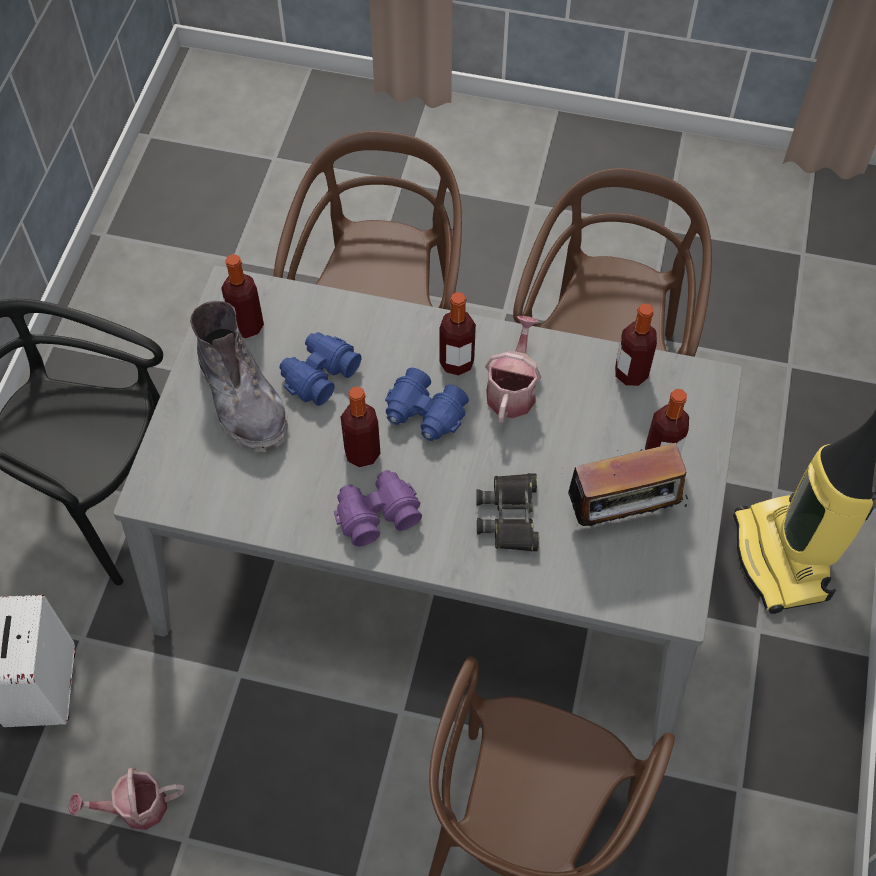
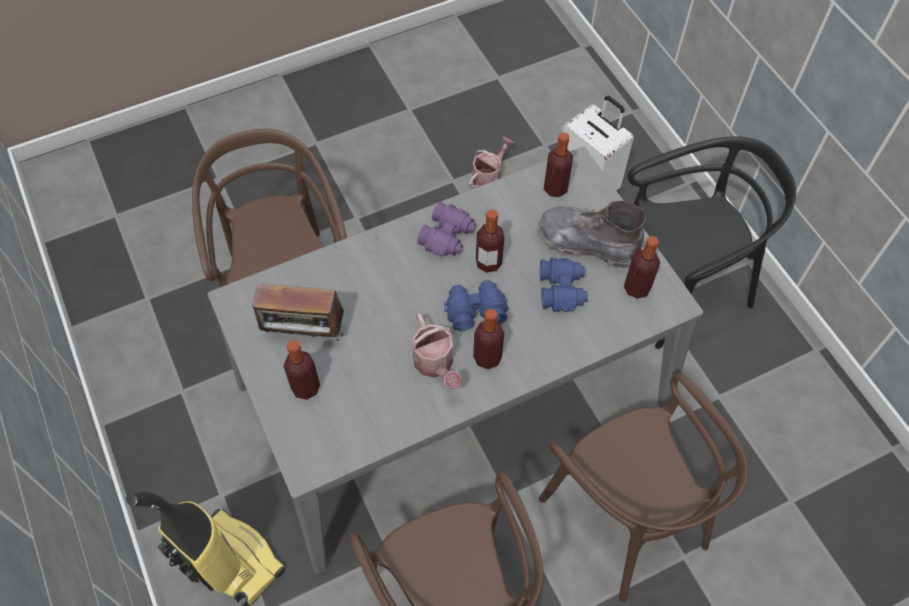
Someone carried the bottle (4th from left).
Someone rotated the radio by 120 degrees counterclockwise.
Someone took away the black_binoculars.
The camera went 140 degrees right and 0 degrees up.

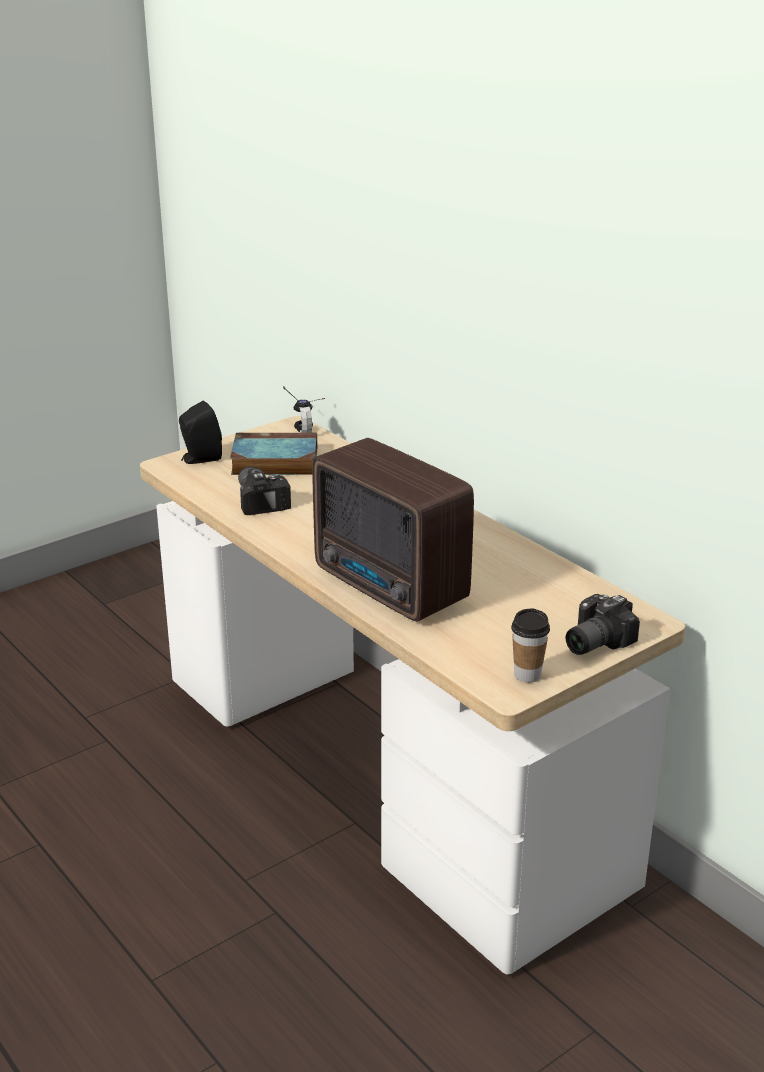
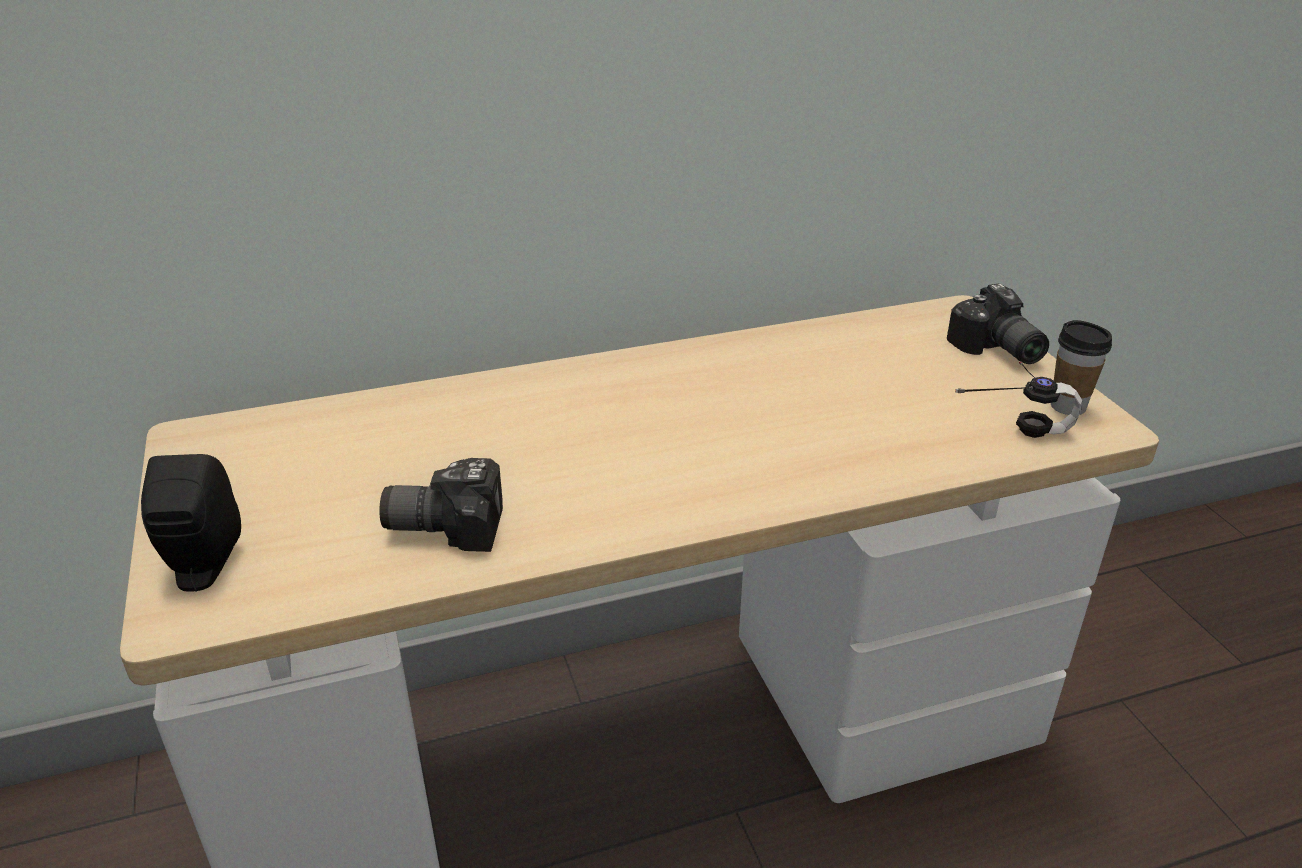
Someone carried the headphones.
Someone took away the book.
Someone took away the radio.
The camera went 70 degrees left and 5 degrees up.

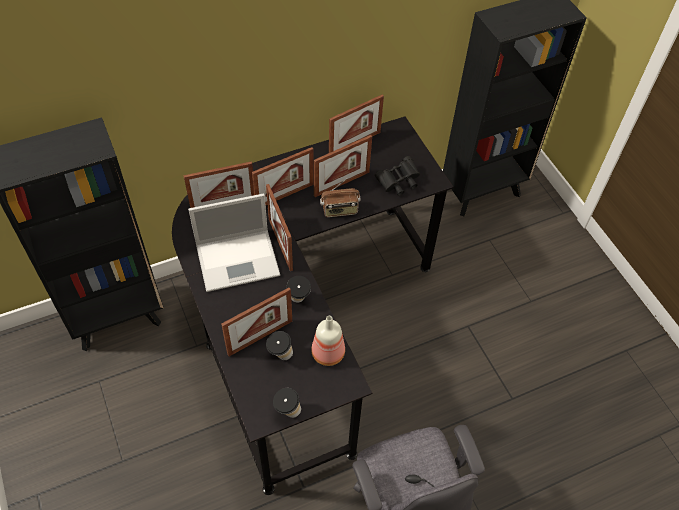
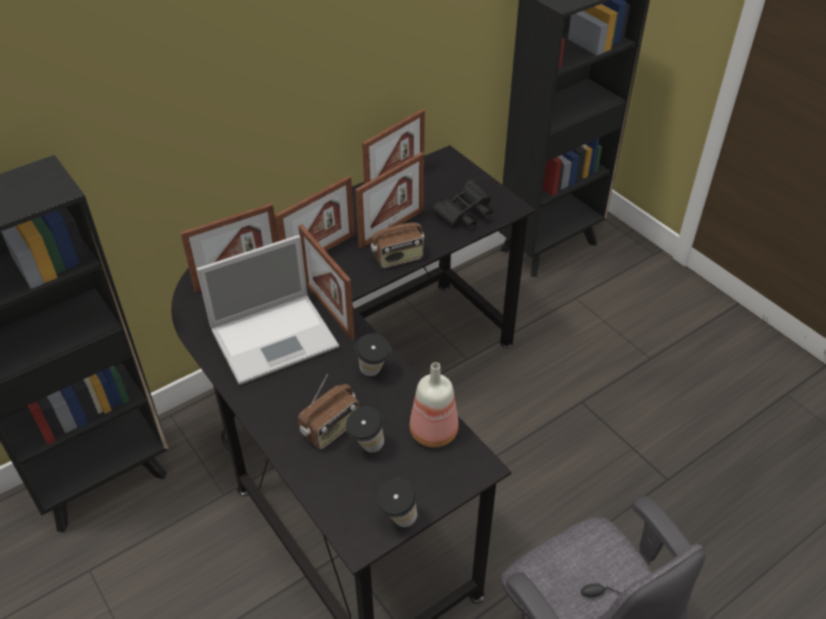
Someone swapped the picture_frame (2nd from left) for the radio (1st from left).
The camera went 10 degrees left and 10 degrees down.

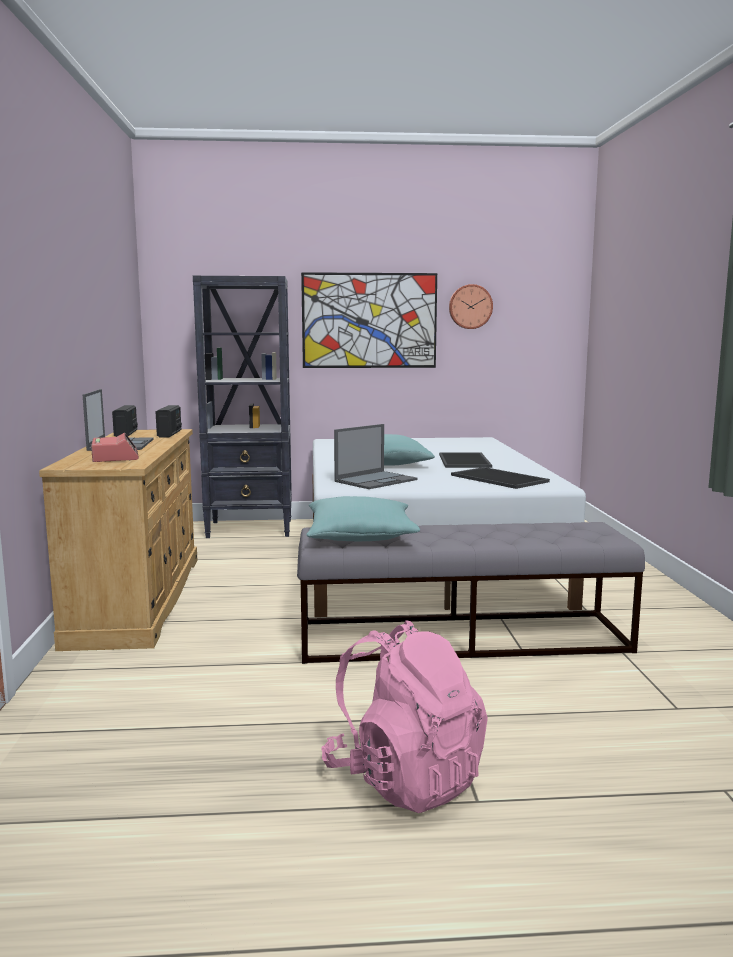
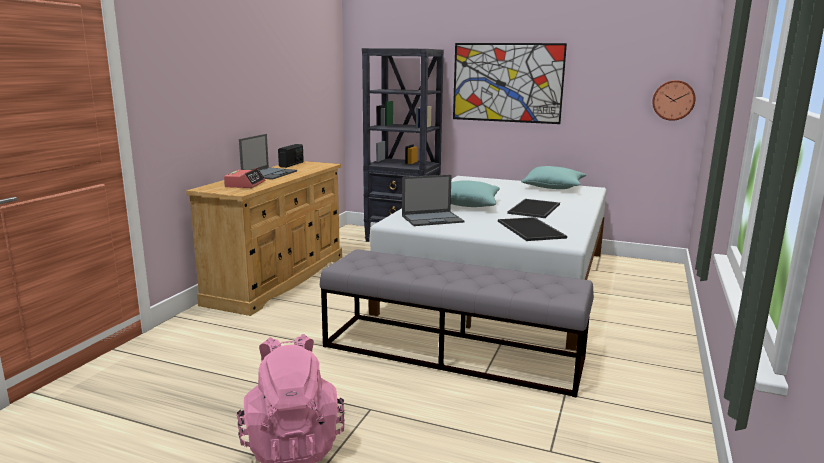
Someone carried the wall_clock.
Someone took away the radio (2nd from left).
Someone carried the turquoise_pillow (1st from left in the first image).
The camera went 25 degrees right and 5 degrees up.

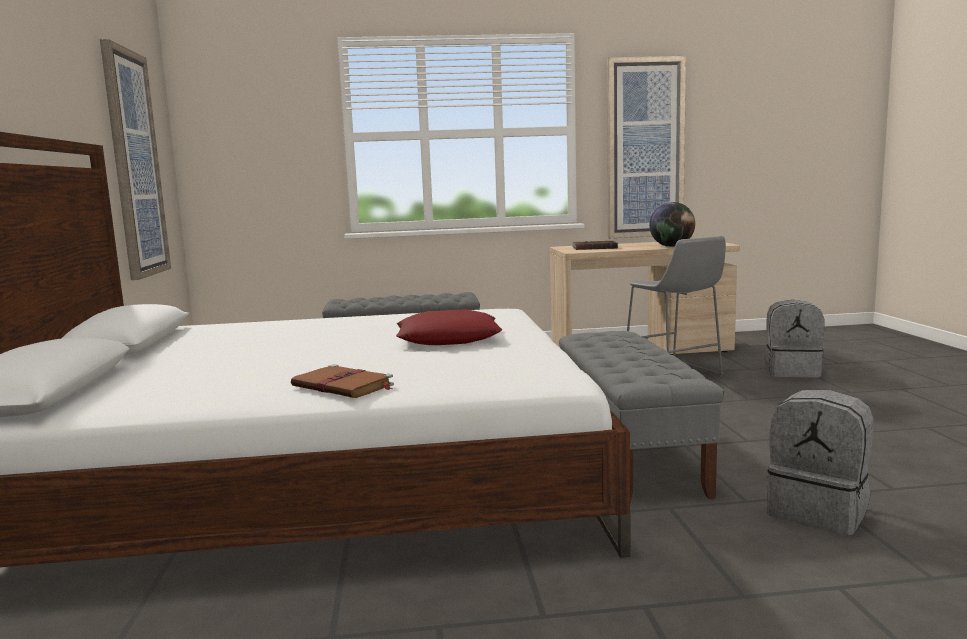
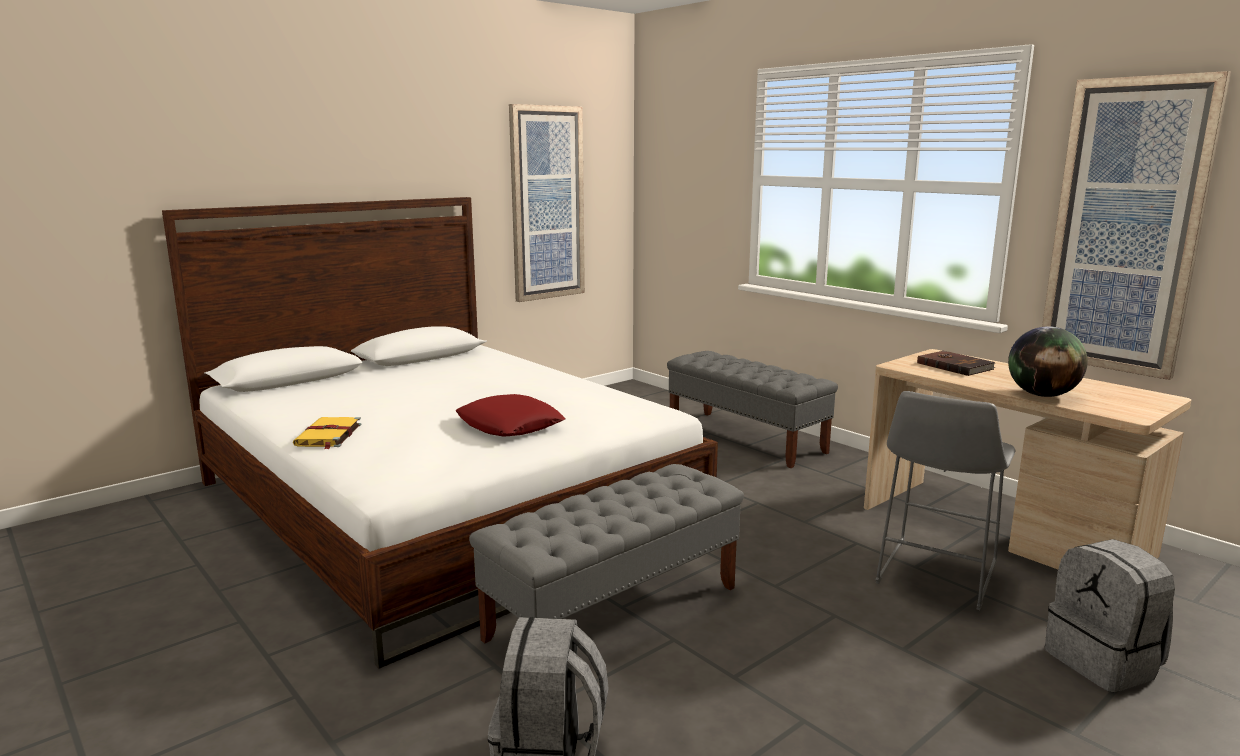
Someone repainted the brown_book (1st from left), which became the yellow_book.
The camera went 55 degrees right and 5 degrees up.

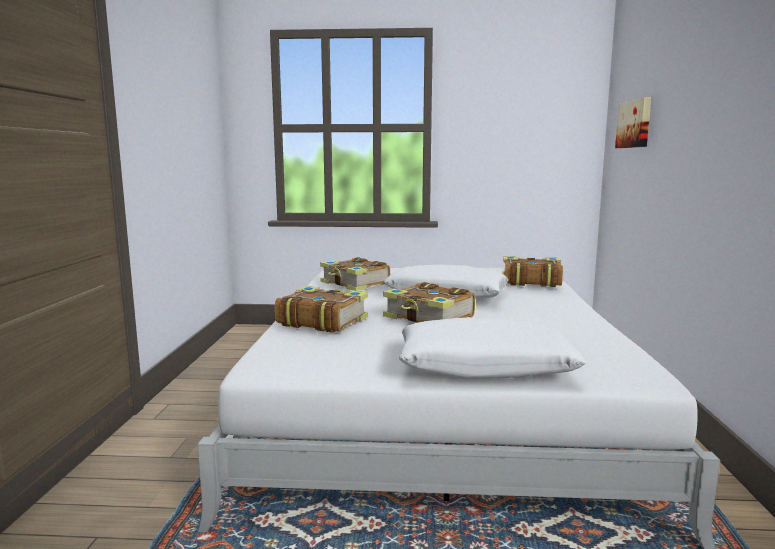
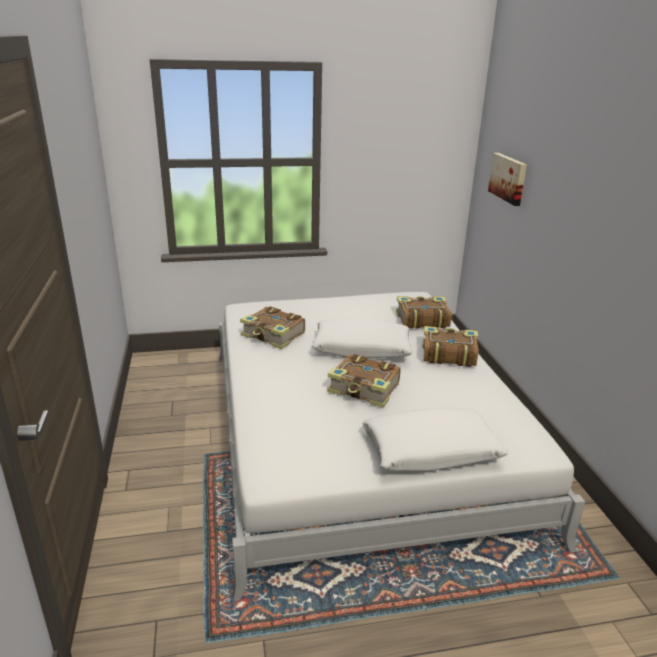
Someone carried the book (1st from left in the first image).
The camera went 15 degrees left and 15 degrees up.

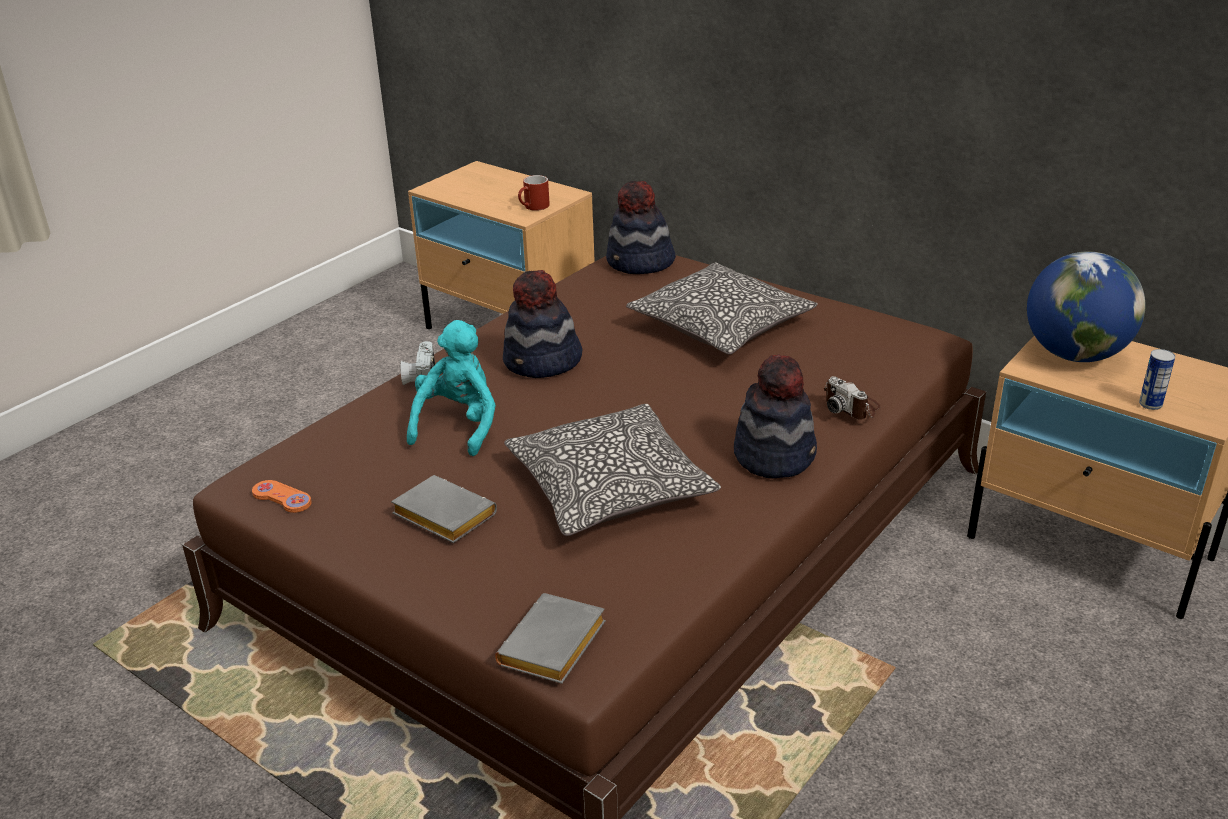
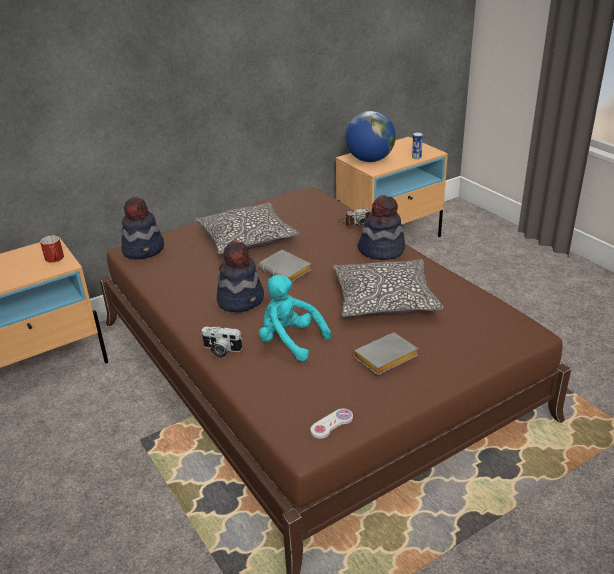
Someone repainted the orange_game_controller, which became the white_game_controller.
Someone carried the grey_book (2nd from left in the first image).
The camera went 70 degrees left and 0 degrees up.

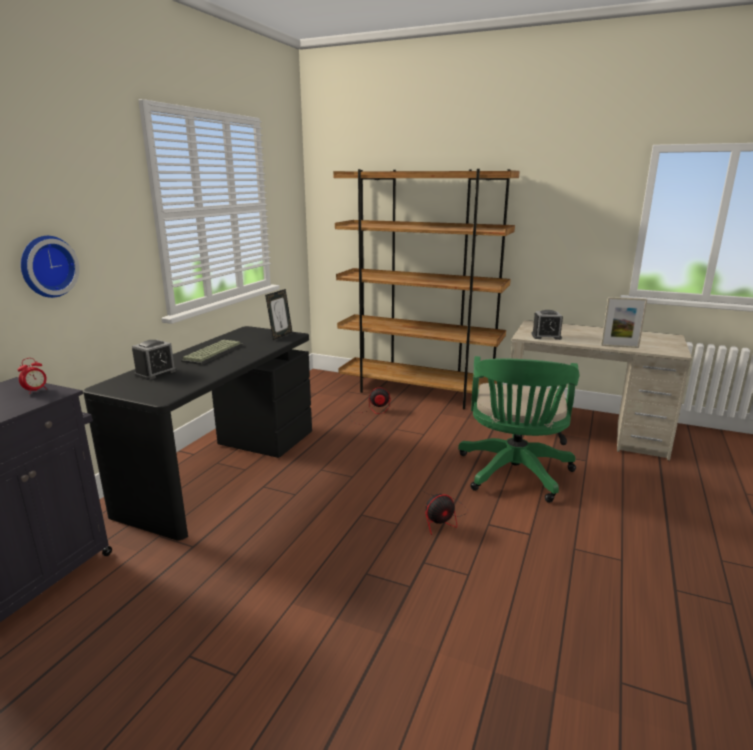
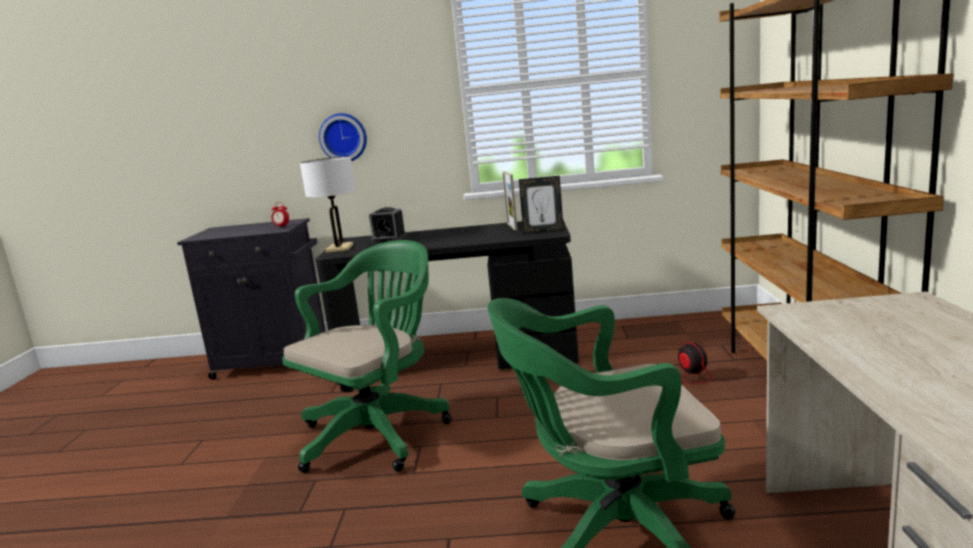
Someone carried the picture_frame (2nd from left in the first image).
Someone took away the alarm_clock (3rd from left).
Someone took away the keyboard.
Someone took away the fan (2nd from left).
Someone put down the white_table_lamp.
Someone put down the green_office_chair (1st from left).
The camera went 70 degrees right and 5 degrees down.

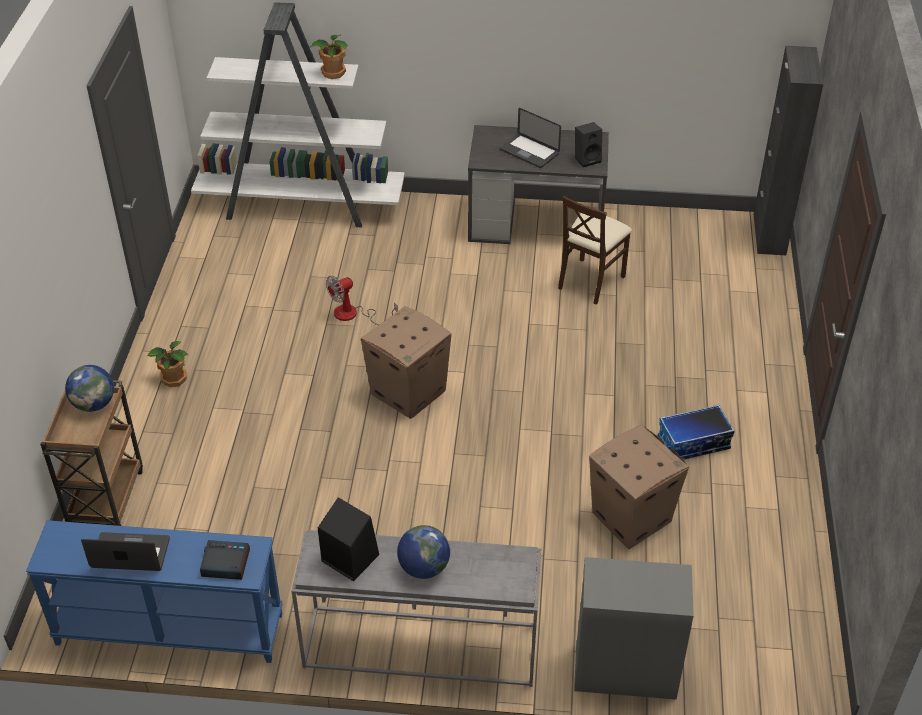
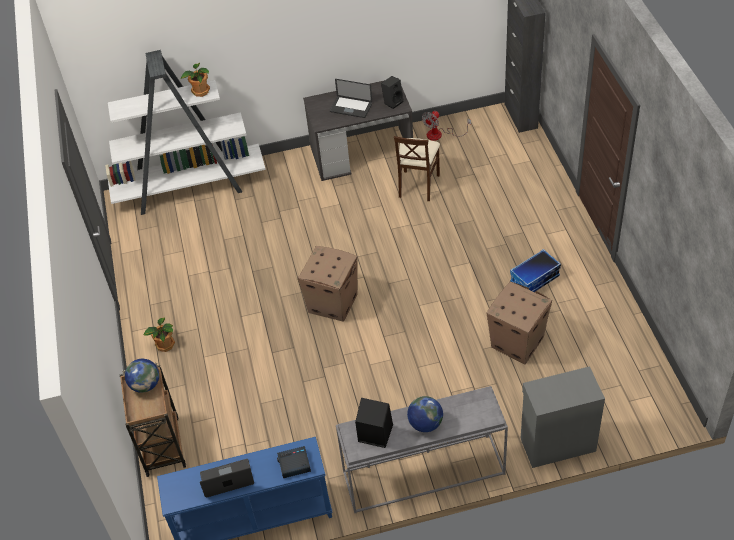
Someone carried the fan.
The camera went 15 degrees left and 5 degrees up.

